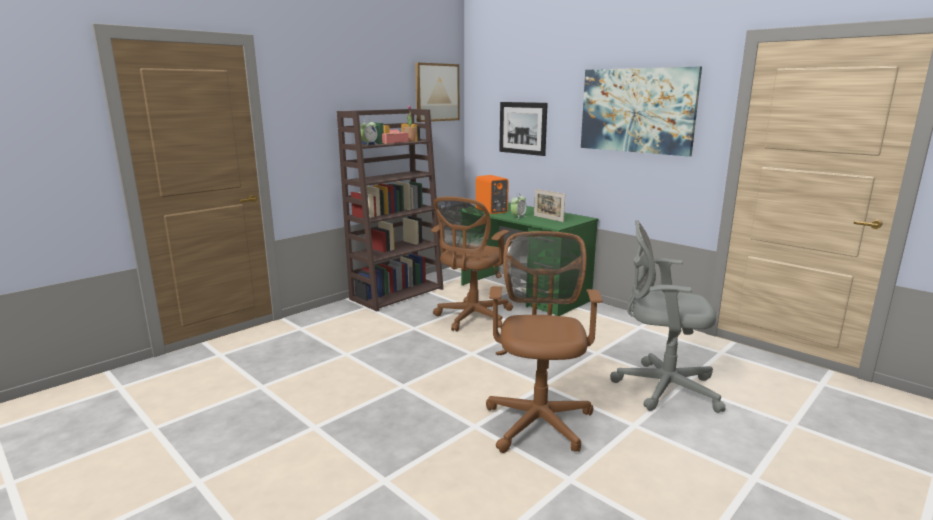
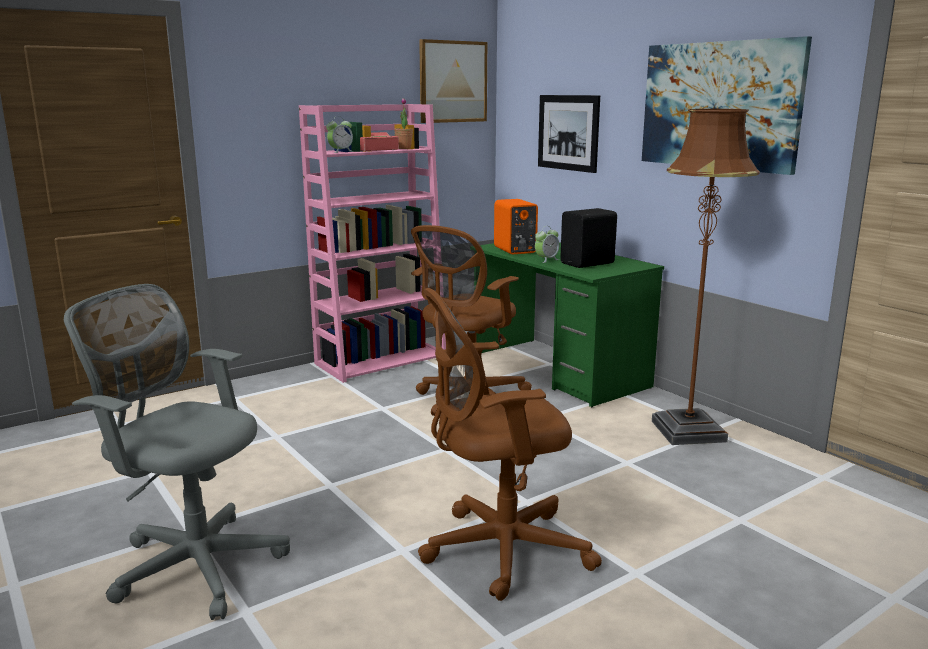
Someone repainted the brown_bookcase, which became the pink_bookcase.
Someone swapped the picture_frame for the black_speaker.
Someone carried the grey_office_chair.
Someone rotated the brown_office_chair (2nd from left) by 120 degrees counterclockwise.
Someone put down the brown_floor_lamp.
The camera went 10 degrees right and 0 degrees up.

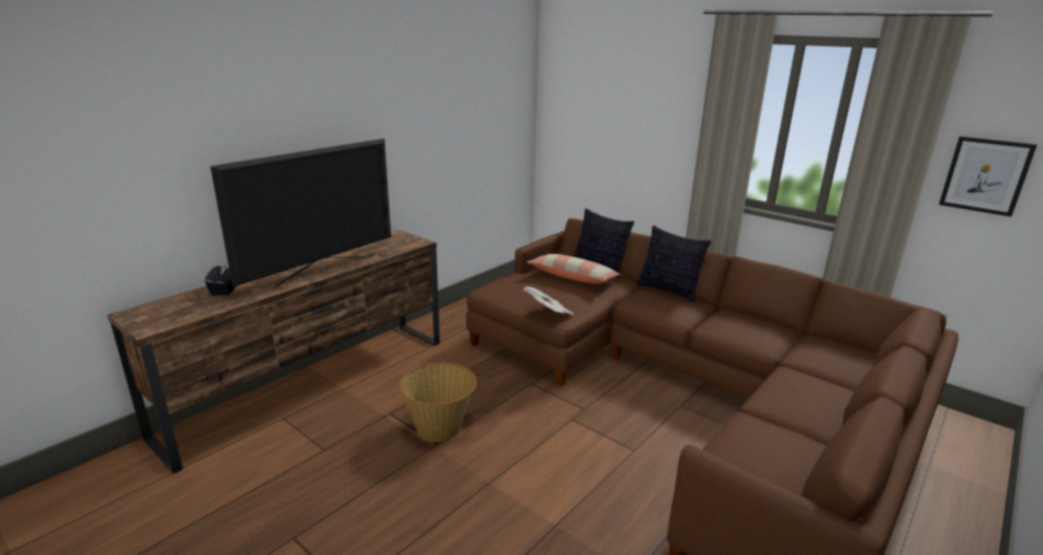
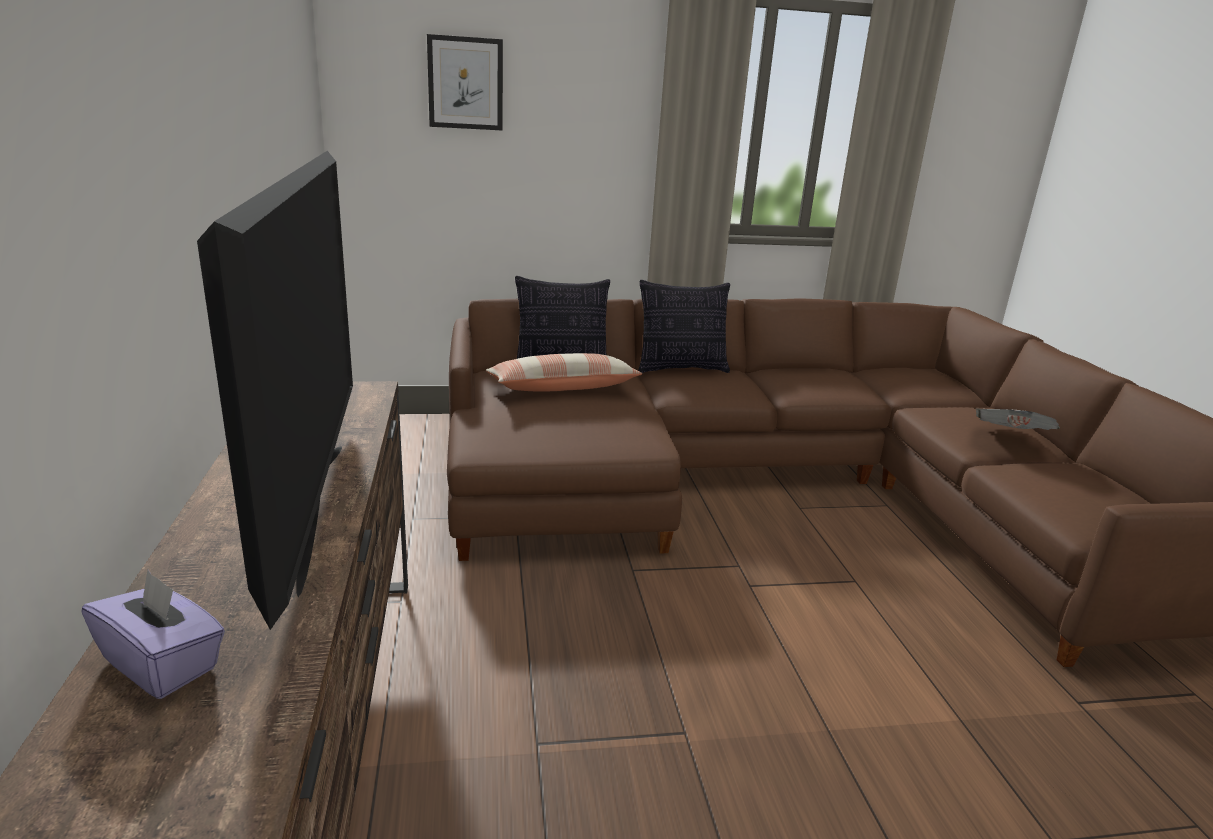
Someone carried the picture.
Someone repainted the black_tissue_box, which became the purple_tissue_box.
Someone carried the newspaper.
Someone took away the basket.
The camera went 50 degrees left and 0 degrees up.

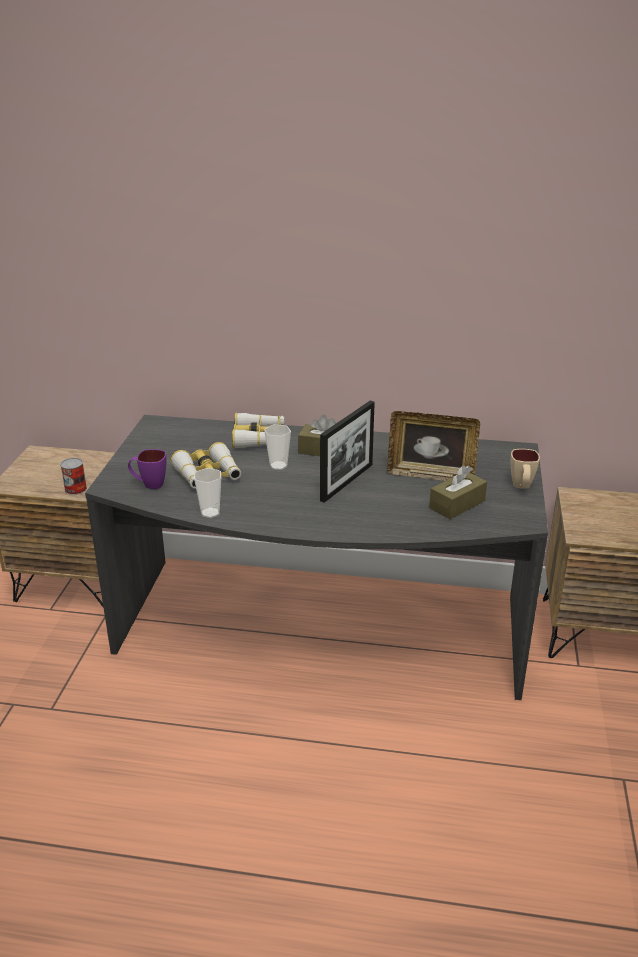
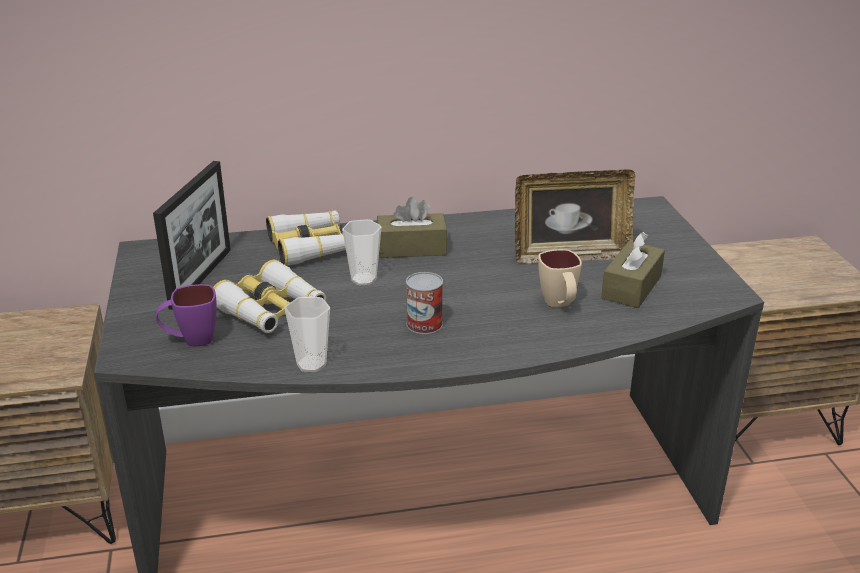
Someone carried the picture_frame (1st from left).
Someone carried the beige_mug.
Someone carried the can.
The camera went 20 degrees left and 0 degrees up.

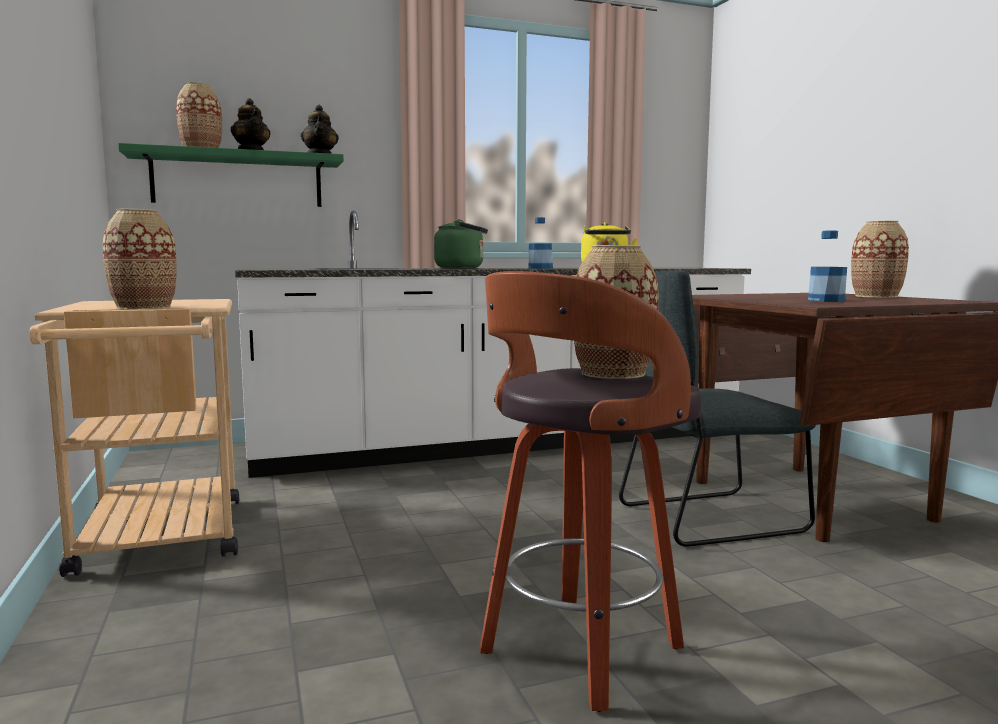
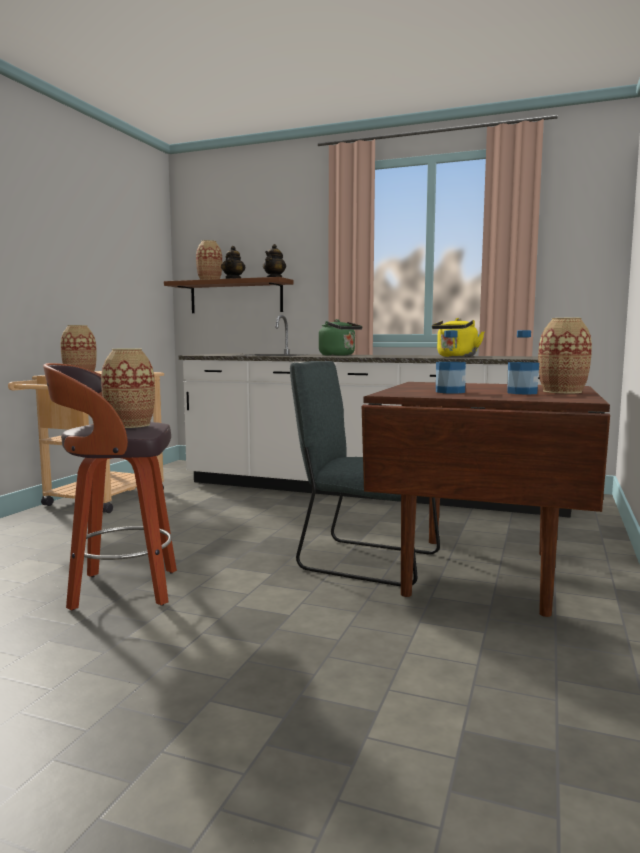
Someone repainted the green_shelf, which became the brown_shelf.
Someone carried the bottle (1st from left in the first image).
The camera went 40 degrees right and 0 degrees up.

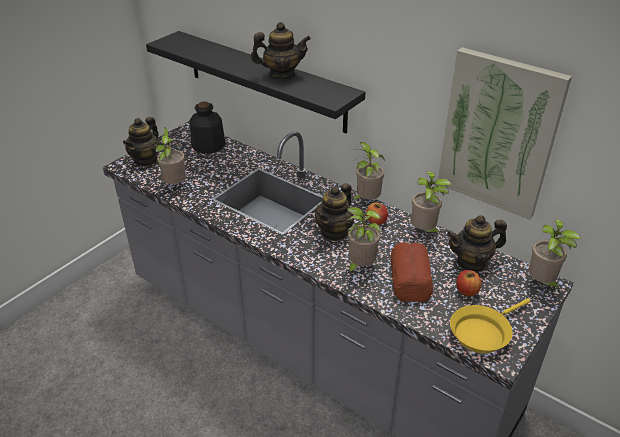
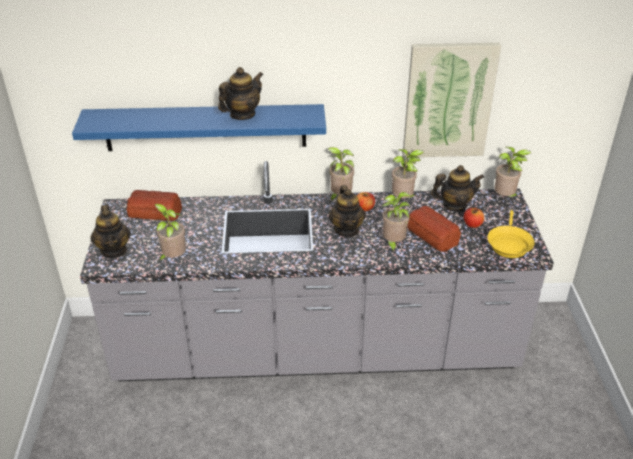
Someone repainted the black_shelf, which became the blue_shelf.
Someone swapped the bottle for the bread (1st from left).
Someone rotated the teapot (4th from left) by 135 degrees counterclockwise.
The camera went 40 degrees left and 0 degrees up.

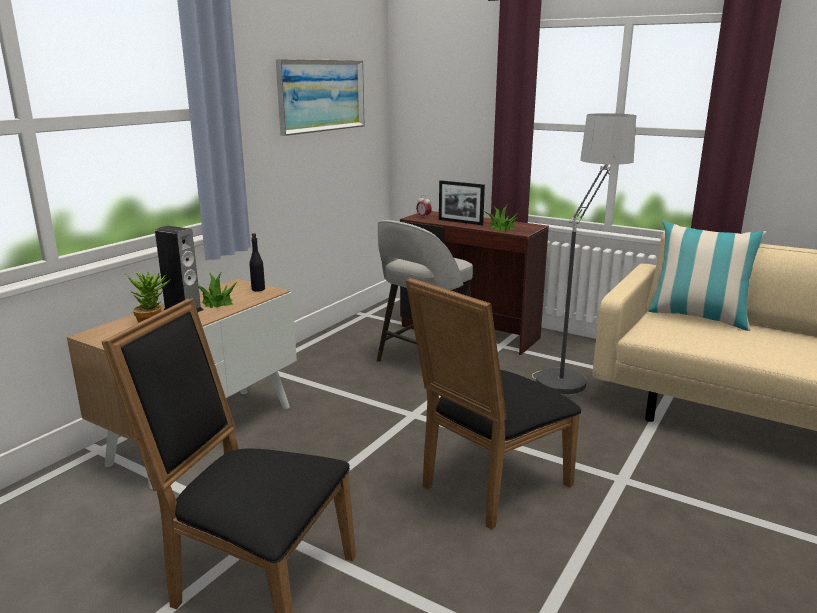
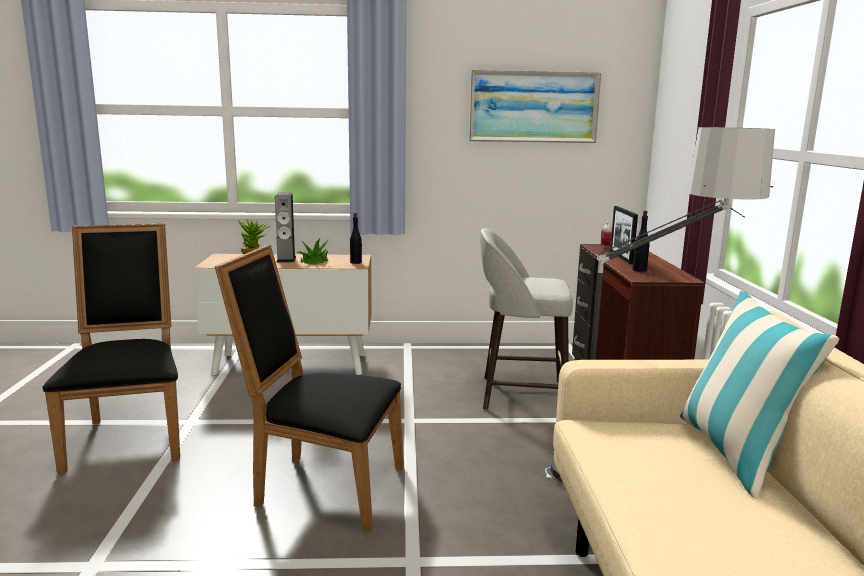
Someone swapped the potted_plant (3rd from left) for the black_bottle (2nd from left).
The camera went 55 degrees right and 5 degrees down.

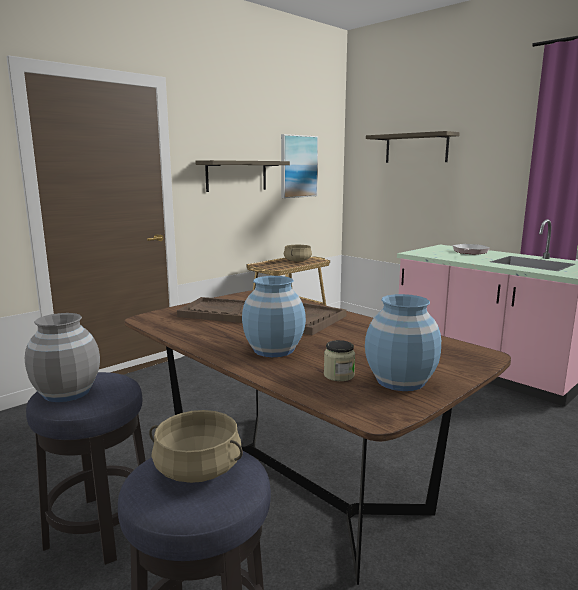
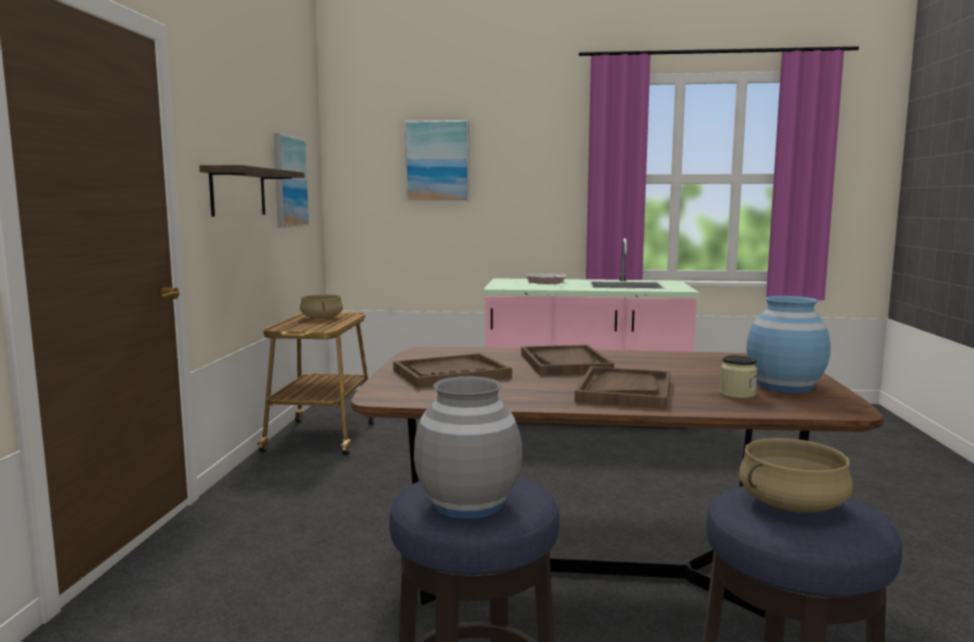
Someone swapped the shelf (2nd from left) for the picture (2nd from left).
Someone swapped the blue_vase (1st from left) for the brown_tray (3rd from left).
The camera went 40 degrees left and 5 degrees down.

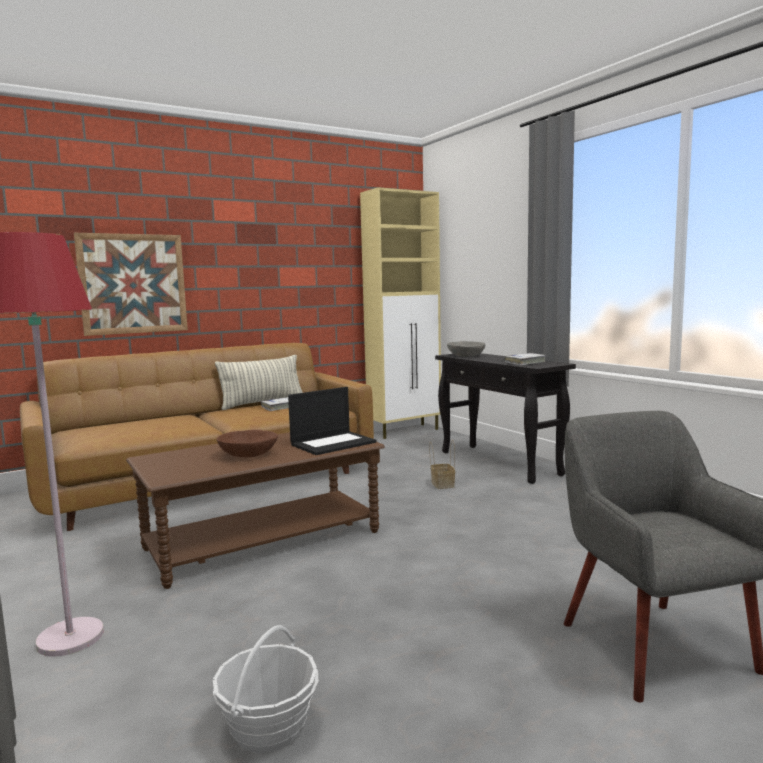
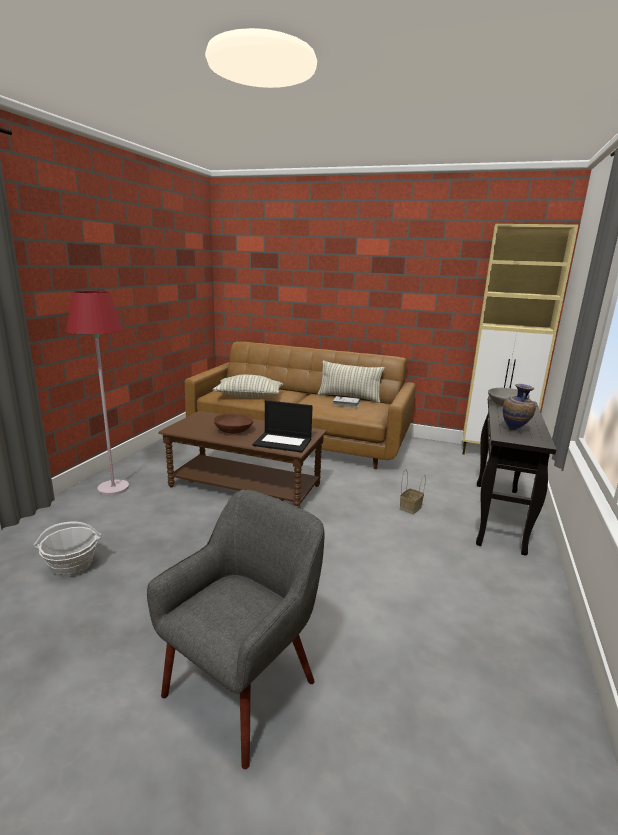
Someone took away the picture.
Someone swapped the white_book (2nd from left) for the vase.
Someone put down the pillow (1st from left).
The camera went 50 degrees right and 10 degrees up.

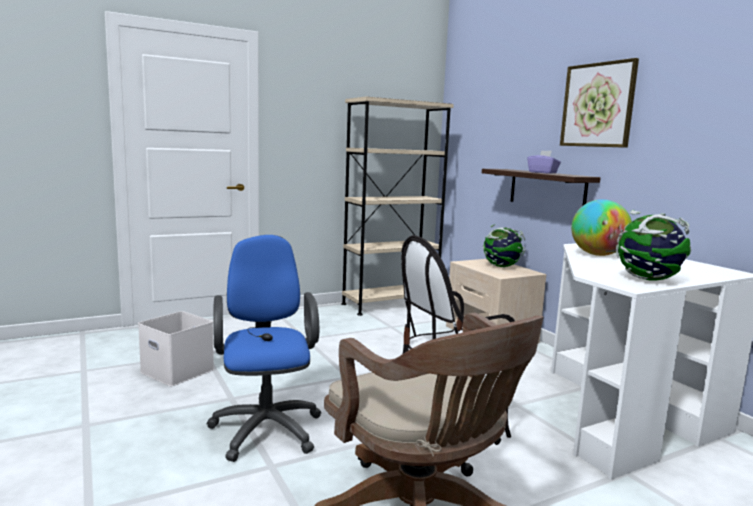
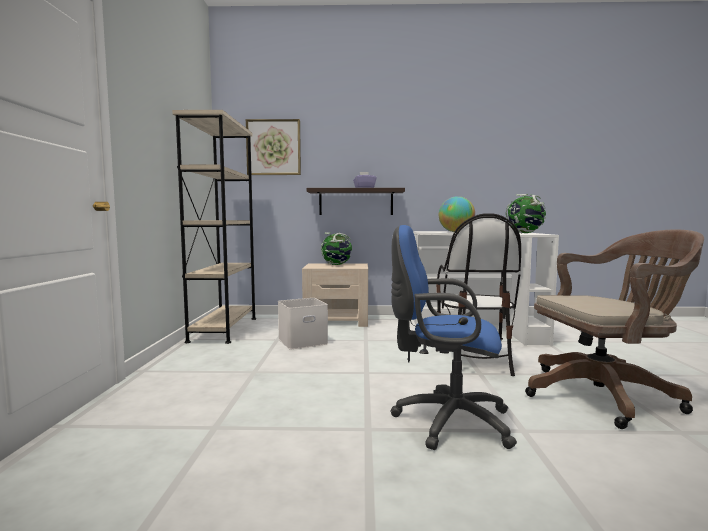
Someone carried the picture.
Someone carried the white_storage_box.
The camera went 60 degrees left and 5 degrees down.

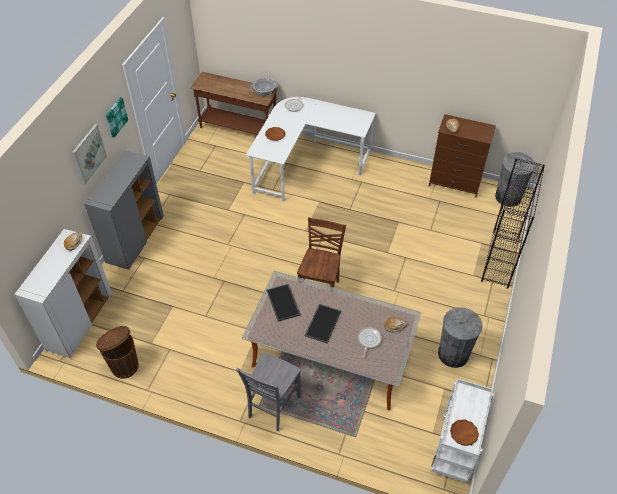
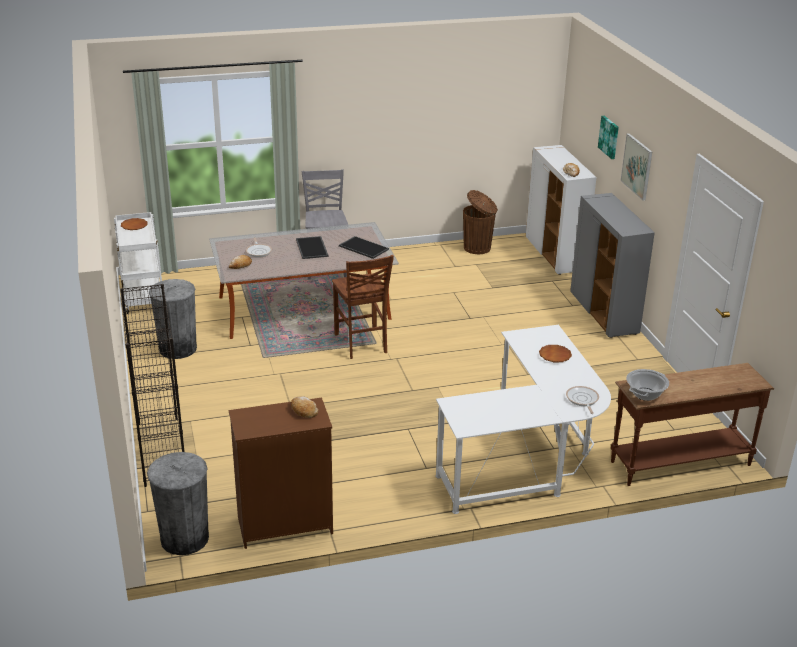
Someone carried the picture (2nd from left in the first image).
The camera went 145 degrees right and 20 degrees down.

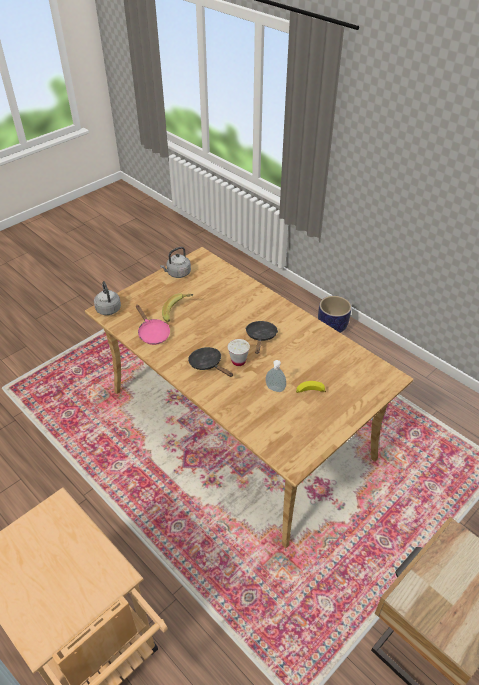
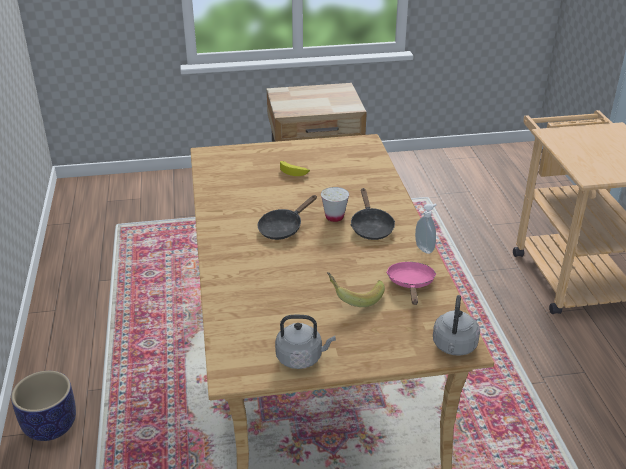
Someone carried the soap_dispenser.
The camera went 145 degrees left and 10 degrees down.

